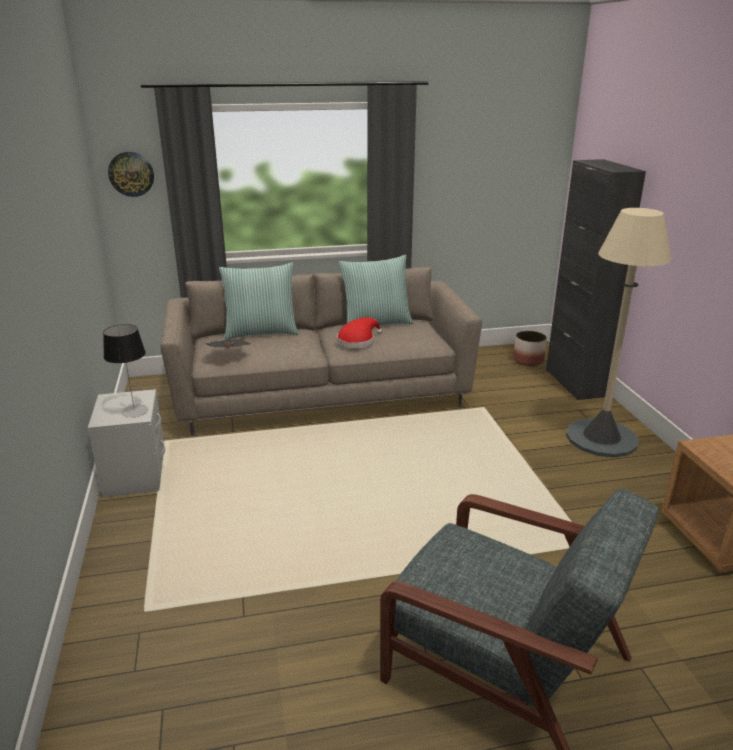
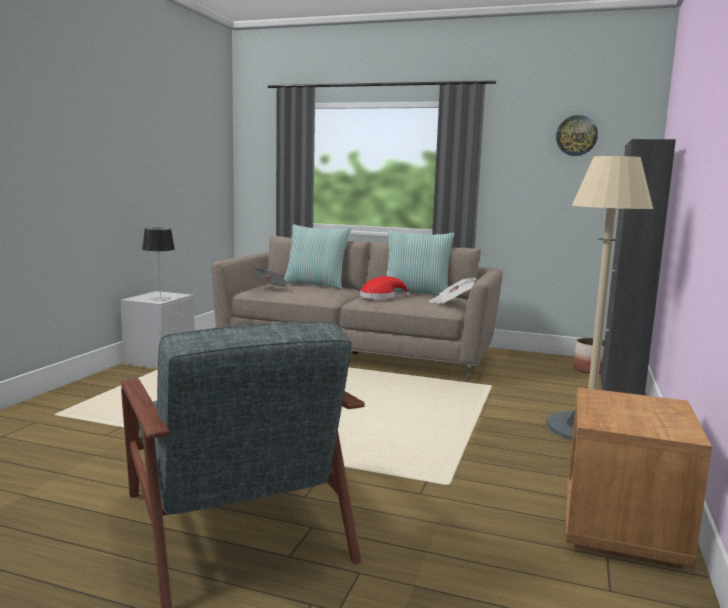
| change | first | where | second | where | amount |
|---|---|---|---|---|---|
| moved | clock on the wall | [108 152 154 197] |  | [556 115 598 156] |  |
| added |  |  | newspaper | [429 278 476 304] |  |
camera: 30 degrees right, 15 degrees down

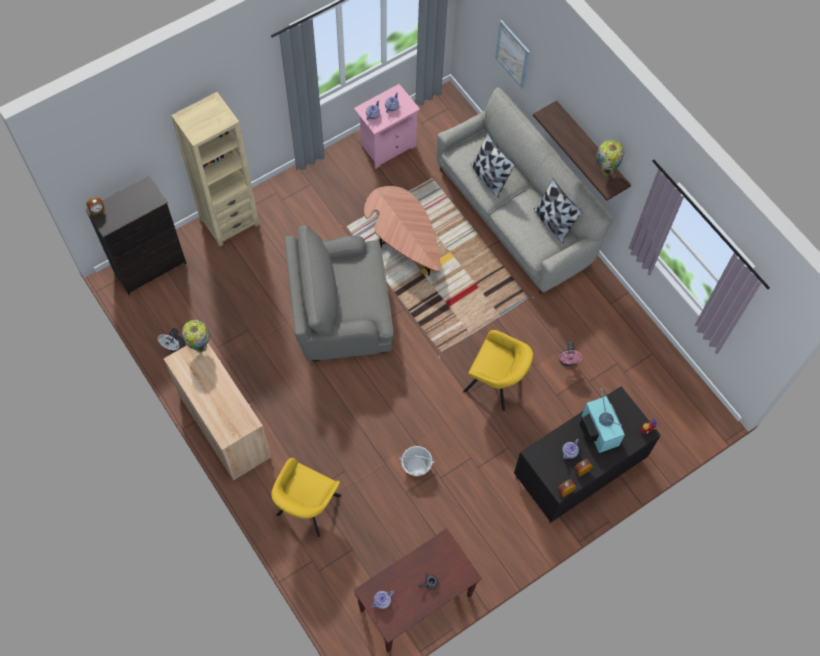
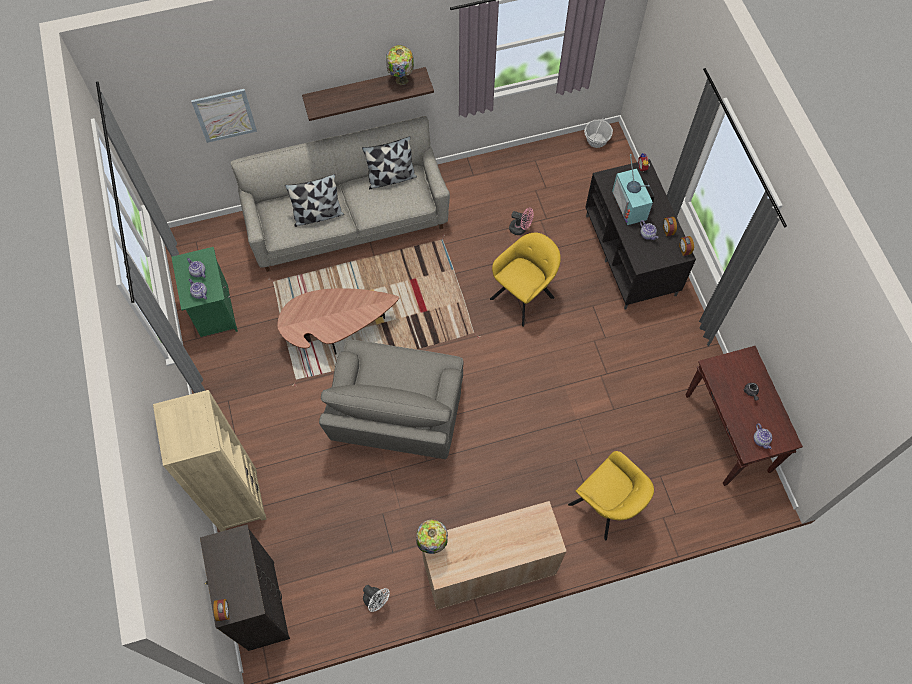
| change | first | where | second | where | amount |
|---|---|---|---|---|---|
| recoloured | nightstand (pinkish) | [354 84 420 169] | nightstand (green-coloured) | [172 247 238 337] |  |
| moved | household basket | [399 446 435 476] |  | [584 118 613 148] |  |
| turned | television | [580 388 625 453] |  | [612 154 654 225] | 105 degrees counterclockwise |
camera: 70 degrees left, 0 degrees up

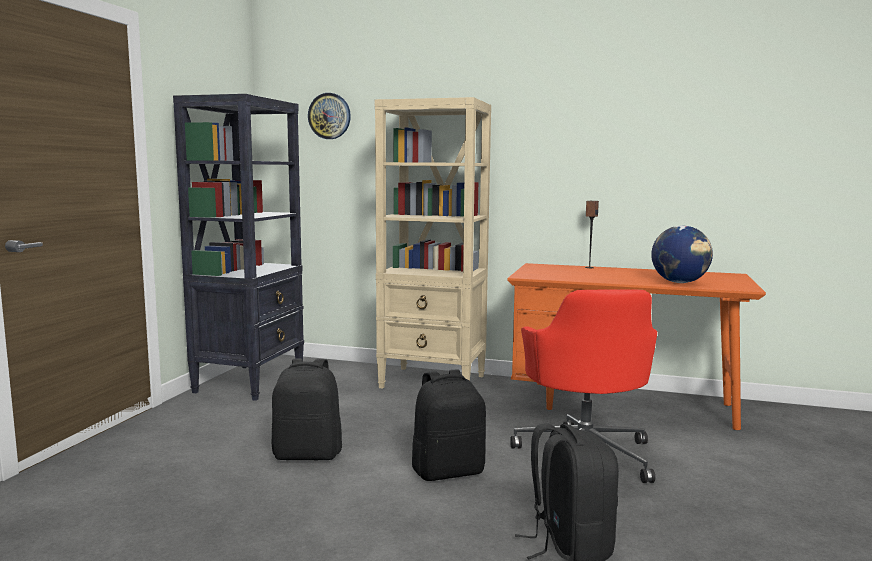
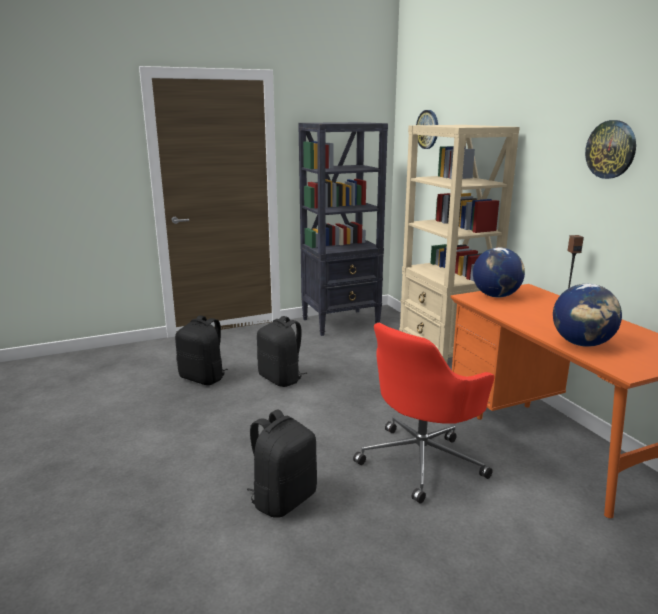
| change | first | where | second | where | amount |
|---|---|---|---|---|---|
| moved | backpack (black) | [412 369 486 481] |  | [175 315 228 385] |  |
| added |  |  | globe | [473 247 525 297] |  |
| added |  |  | clock on the wall | [585 120 636 179] |  |
camera: 50 degrees right, 10 degrees up

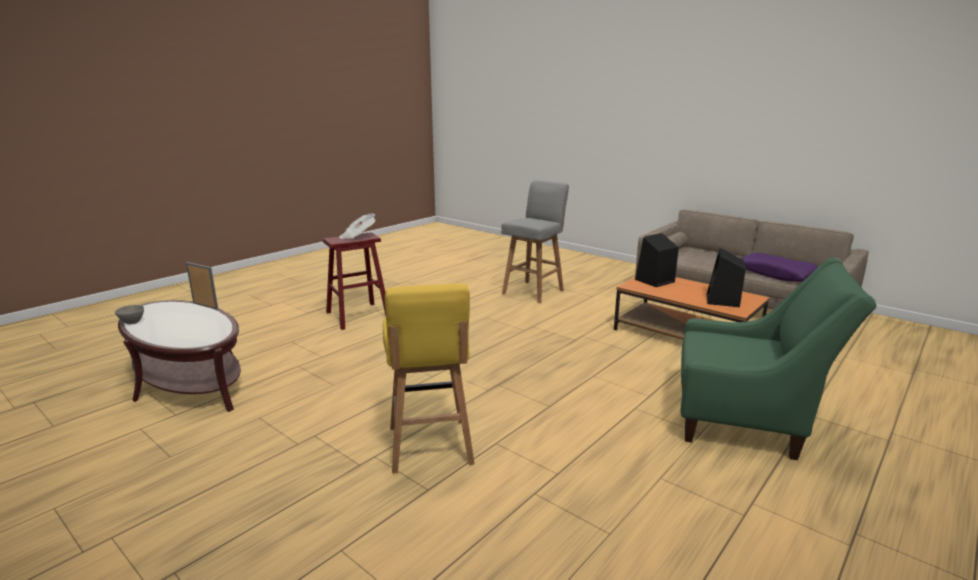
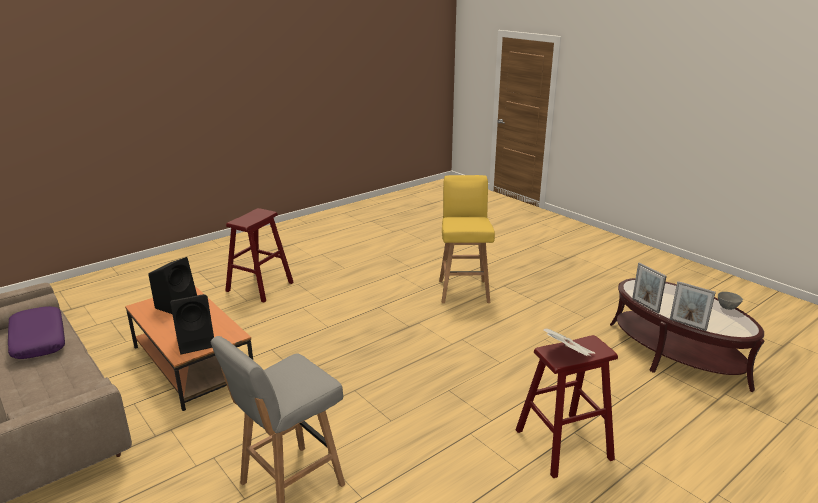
| change | first | where | second | where | amount |
|---|---|---|---|---|---|
| replaced | lounge chair (green-coloured) | [681 257 877 460] | stool (red) | [225 208 294 302] |  |
| added |  |  | photo frame | [632 262 666 313] |  |
camera: 170 degrees left, 5 degrees up

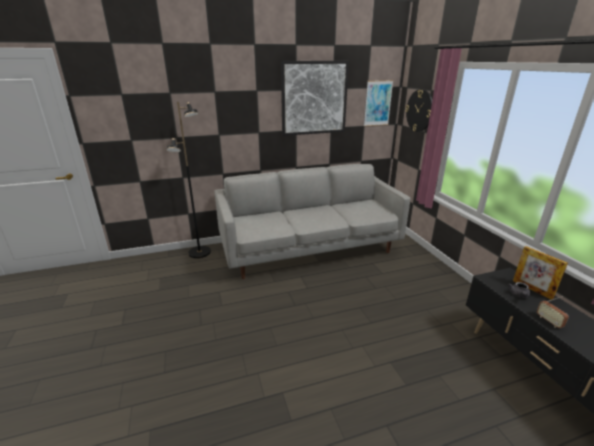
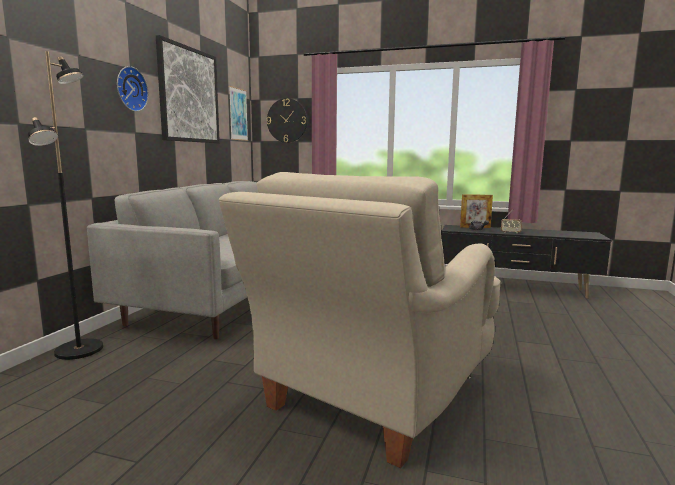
| change | first | where | second | where | amount |
|---|---|---|---|---|---|
| added |  |  | clock on the wall | [117 66 149 112] |  |
| added |  |  | lounge chair (beige-coloured) | [219 172 500 468] |  |
camera: 55 degrees left, 15 degrees down

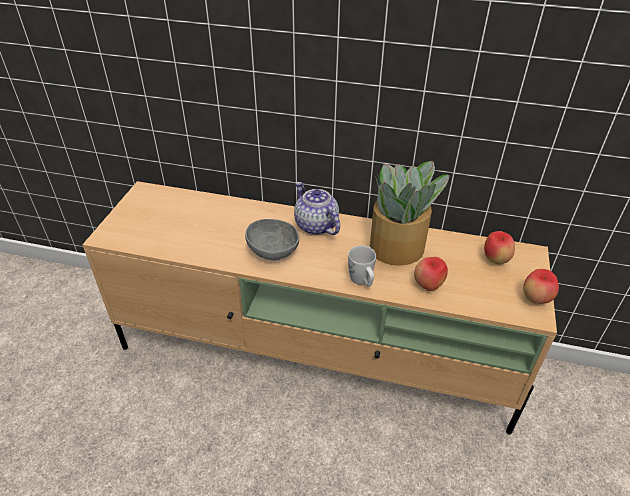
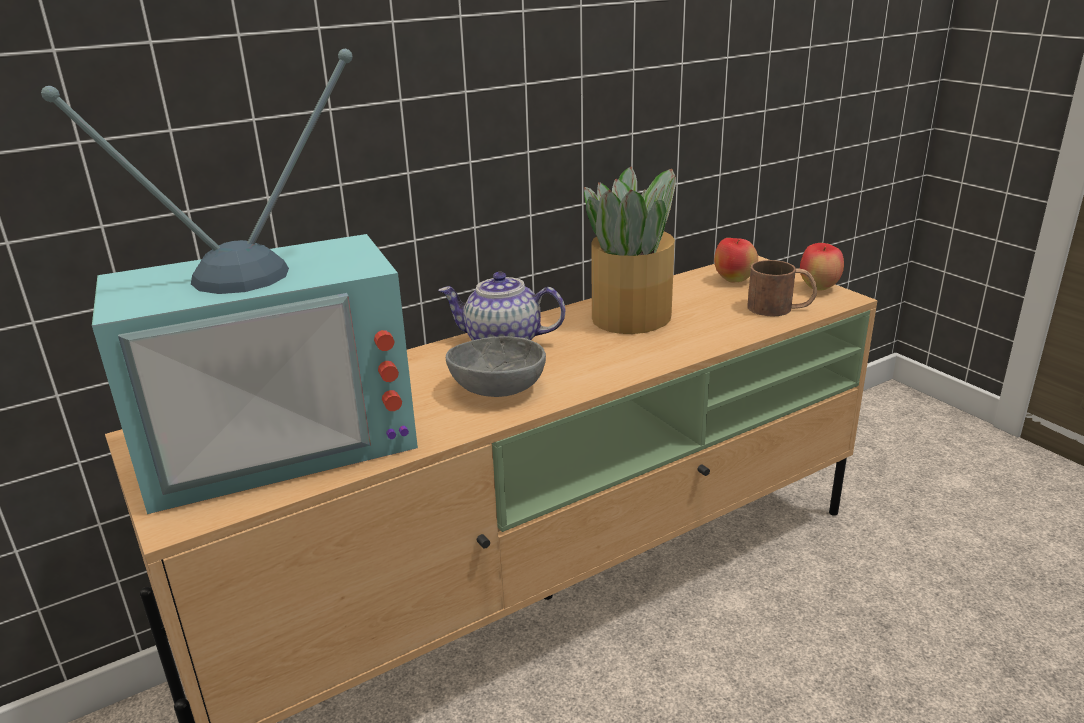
| change | first | where | second | where | amount |
|---|---|---|---|---|---|
| removed | tea mug (whitish) | [348 245 376 287] |  |  |  |
| removed | whole apple | [414 257 448 291] |  |  |  |
| added |  |  | television | [41 49 418 514] |  |
| added |  |  | tea mug (brown) | [747 260 817 317] |  |
camera: 45 degrees left, 15 degrees down

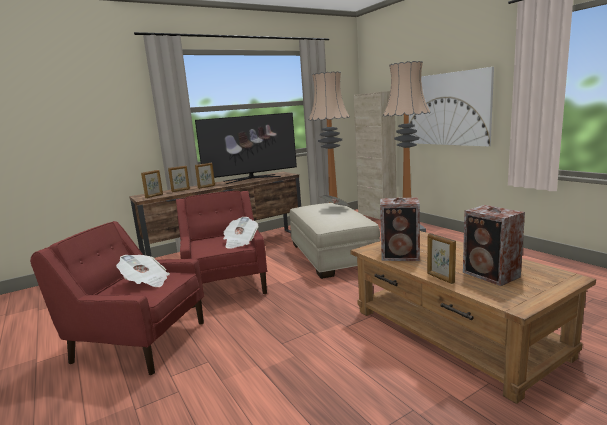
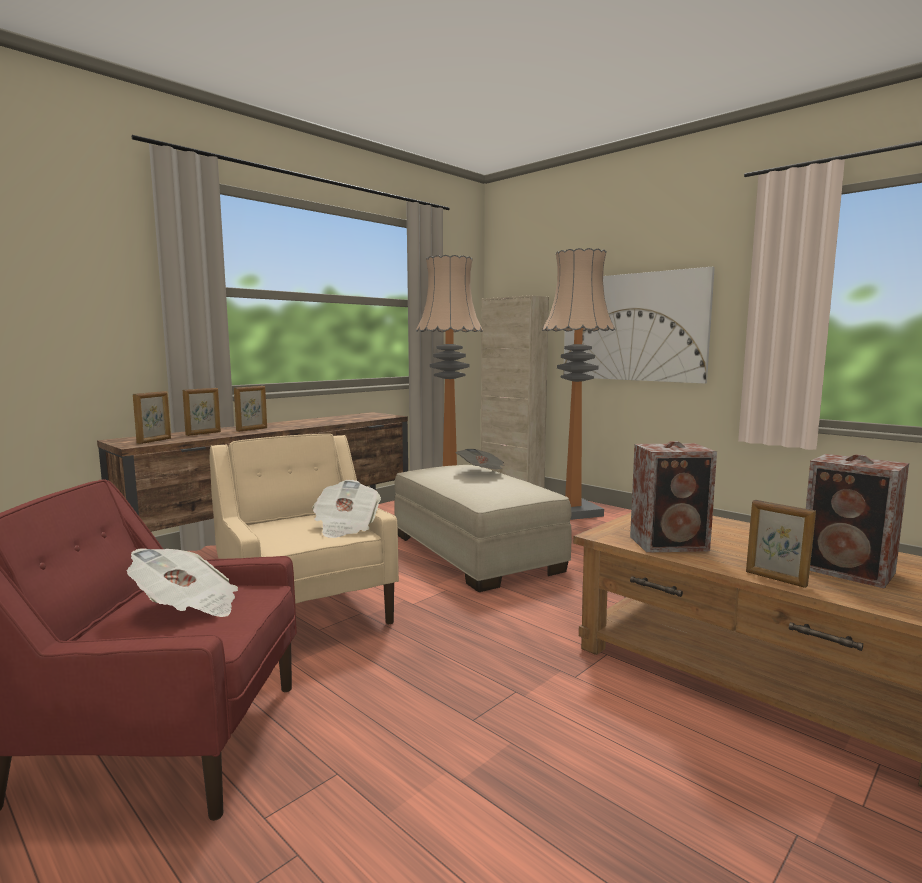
| change | first | where | second | where | amount |
|---|---|---|---|---|---|
| recoloured | lounge chair (red) | [176 191 267 308] | lounge chair (beige-coloured) | [209 434 399 624] |  |
| removed | television | [195 113 297 184] |  |  |  |
camera: 15 degrees left, 5 degrees down

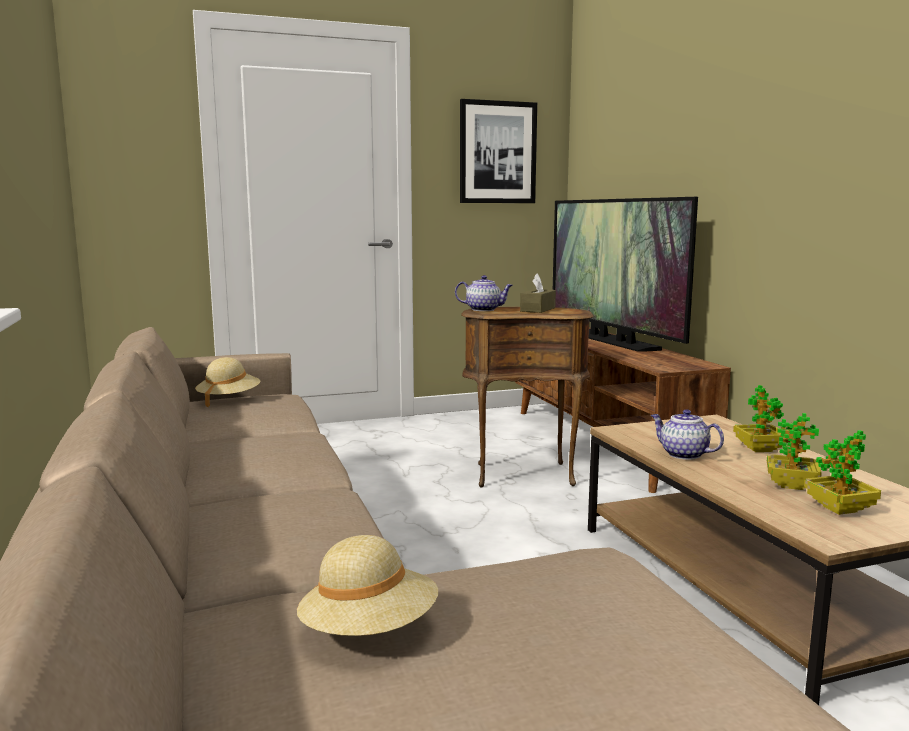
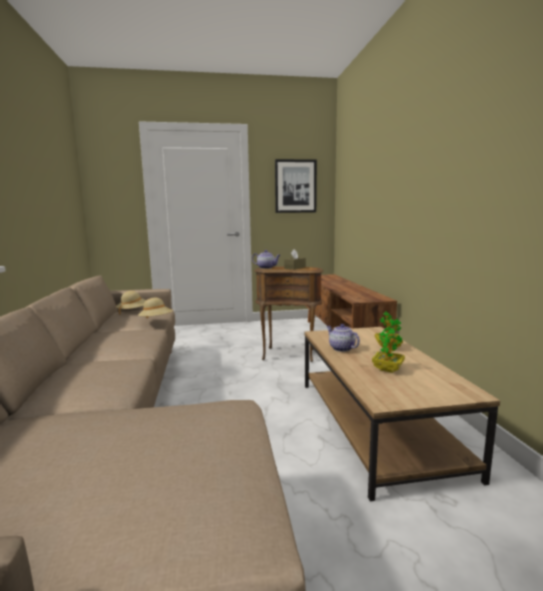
| change | first | where | second | where | amount |
|---|---|---|---|---|---|
| moved | hat (beige-coloured) | [297 535 438 636] |  | [138 298 173 318] |  |
| removed | television | [553 197 698 352] |  |  |  |
| removed | plant in a pot | [805 430 881 515] |  |  |  |
camera: 10 degrees right, 0 degrees up

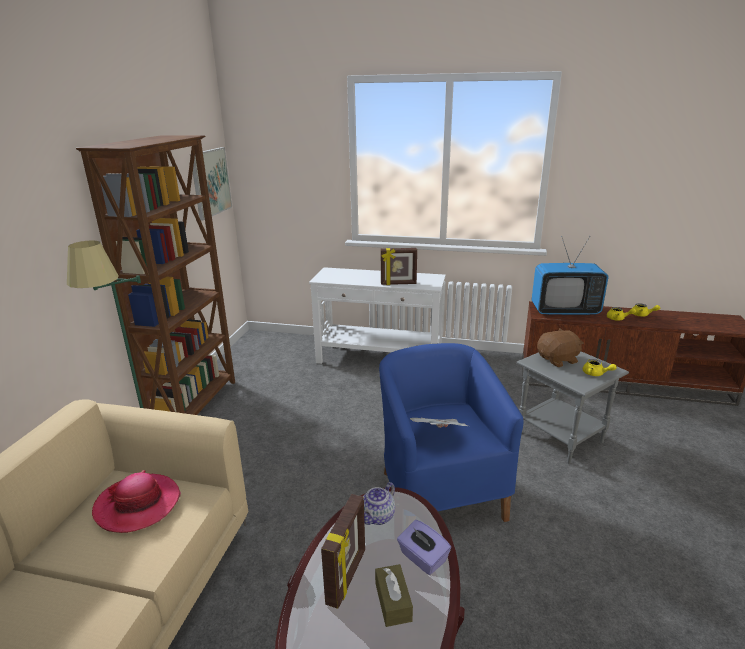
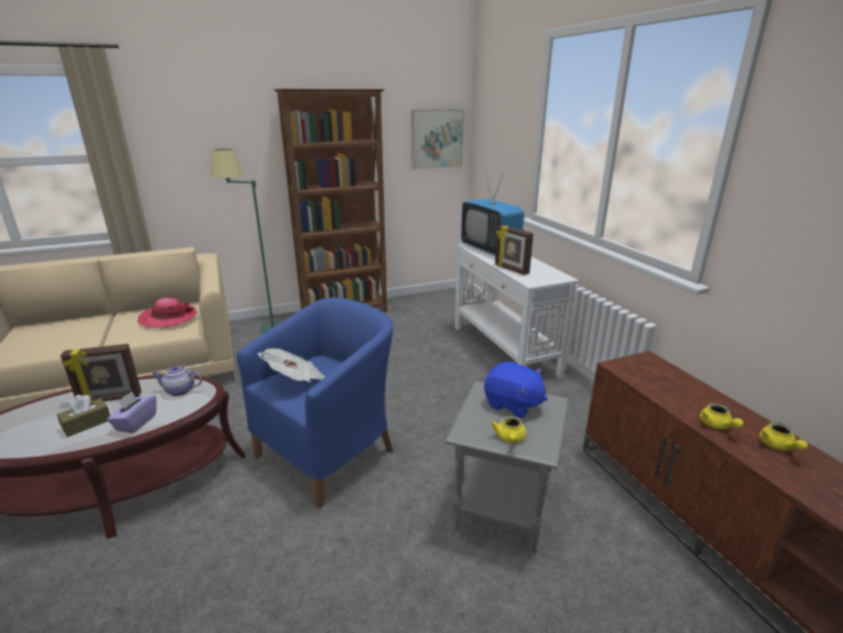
| change | first | where | second | where | amount |
|---|---|---|---|---|---|
| moved | television | [532 236 608 315] |  | [461 169 524 256] |  |
| recoloured | soft toy (brown) | [537 328 583 367] | soft toy (bluish) | [484 361 547 418] |  |
camera: 55 degrees right, 0 degrees up

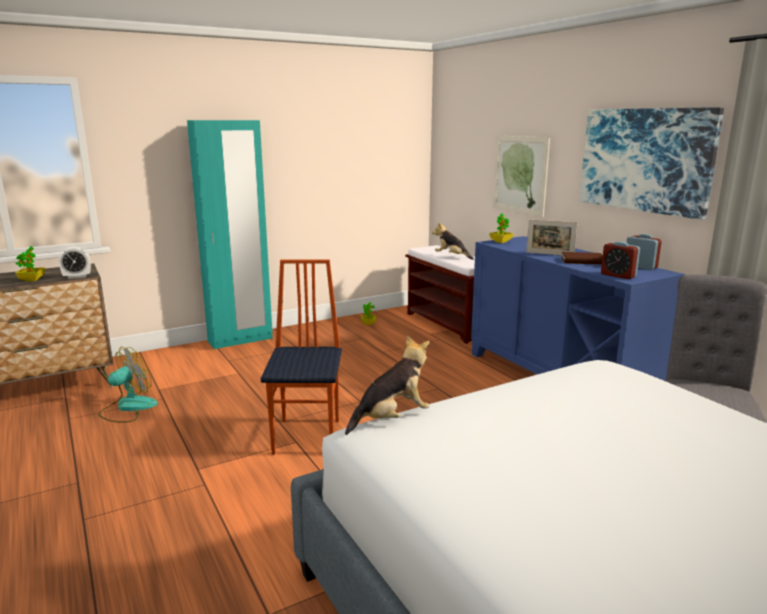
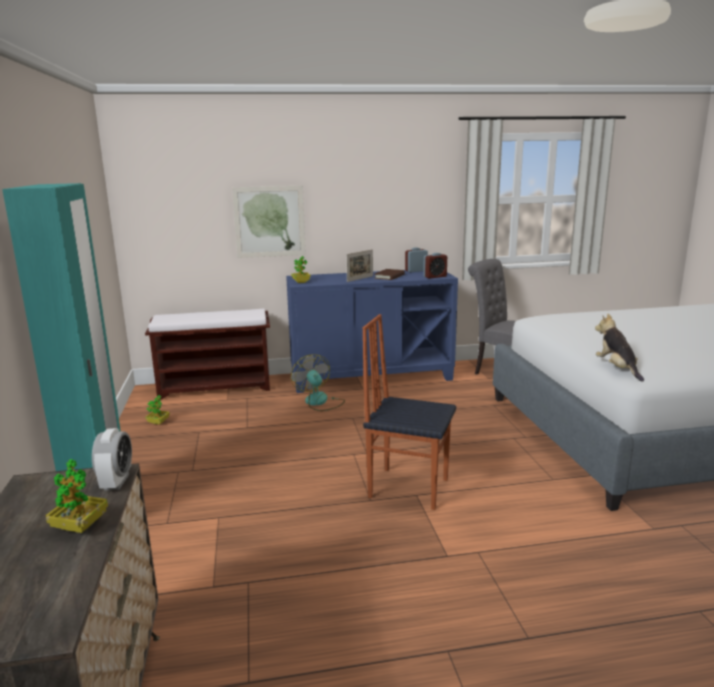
| change | first | where | second | where | amount |
|---|---|---|---|---|---|
| moved | fan | [98 347 158 422] |  | [291 355 345 411] |  |
| removed | soft toy | [432 222 474 260] |  |  |  |
| removed | wall picture | [579 107 724 220] |  |  |  |
camera: 70 degrees left, 0 degrees up

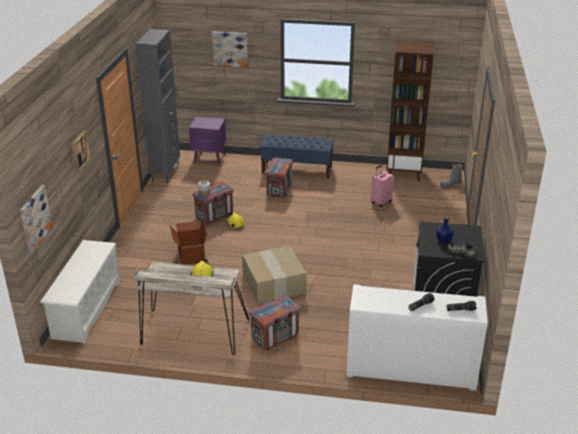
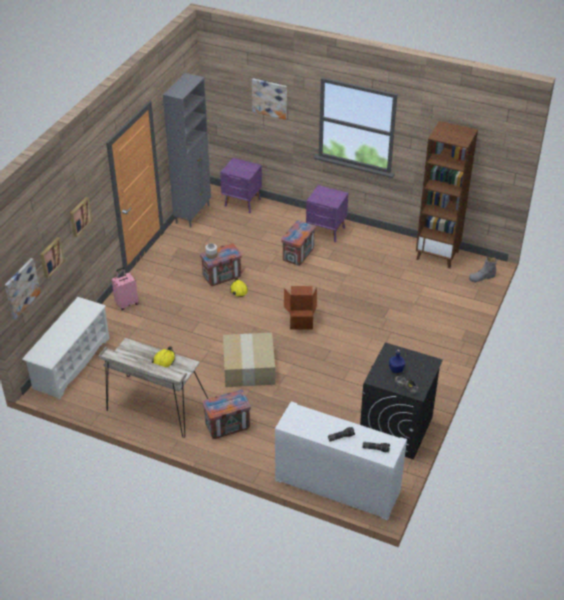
| change | first | where | second | where | amount |
|---|---|---|---|---|---|
| moved | packing box | [170 219 207 265] |  | [284 286 317 330] |  |
| replaced | indoor bench (bluish) | [260 134 334 178] | nightstand (purple-coloured) | [306 185 348 242] |  |
| moved | travel case (pinkish) | [371 165 394 207] |  | [112 268 139 310] |  |
| added |  |  | wall picture | [40 237 65 279] |  |
camera: 15 degrees right, 10 degrees up

